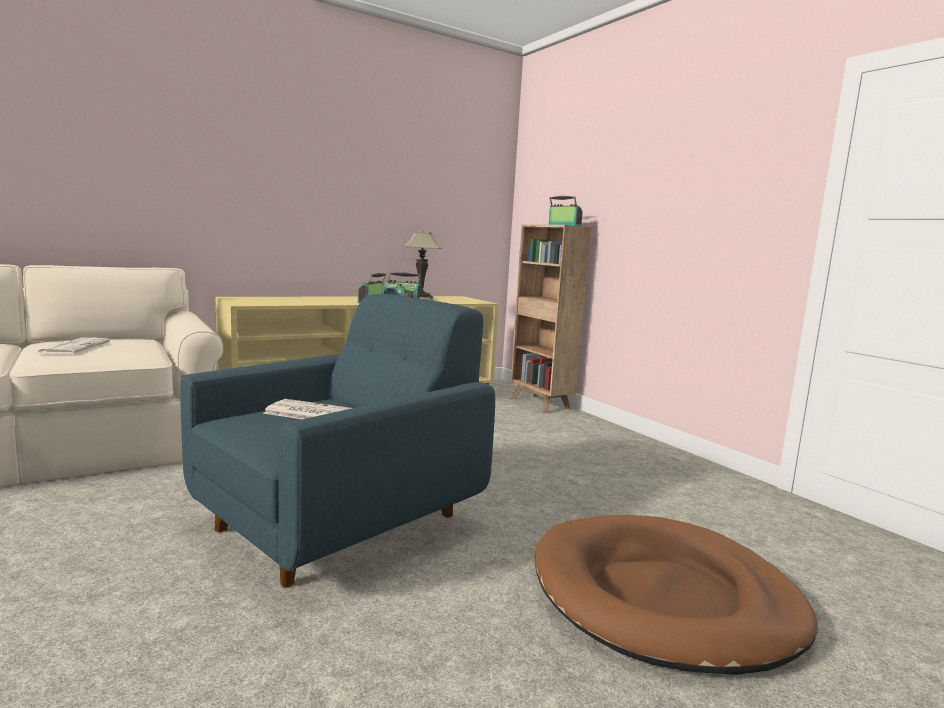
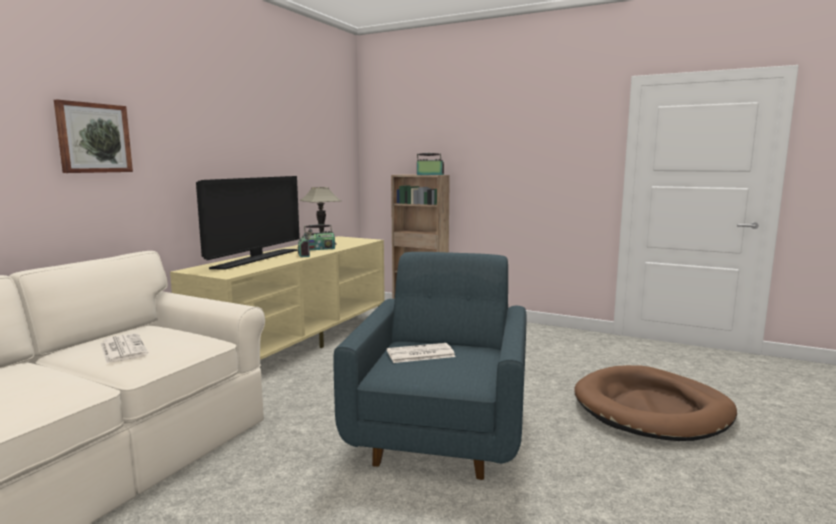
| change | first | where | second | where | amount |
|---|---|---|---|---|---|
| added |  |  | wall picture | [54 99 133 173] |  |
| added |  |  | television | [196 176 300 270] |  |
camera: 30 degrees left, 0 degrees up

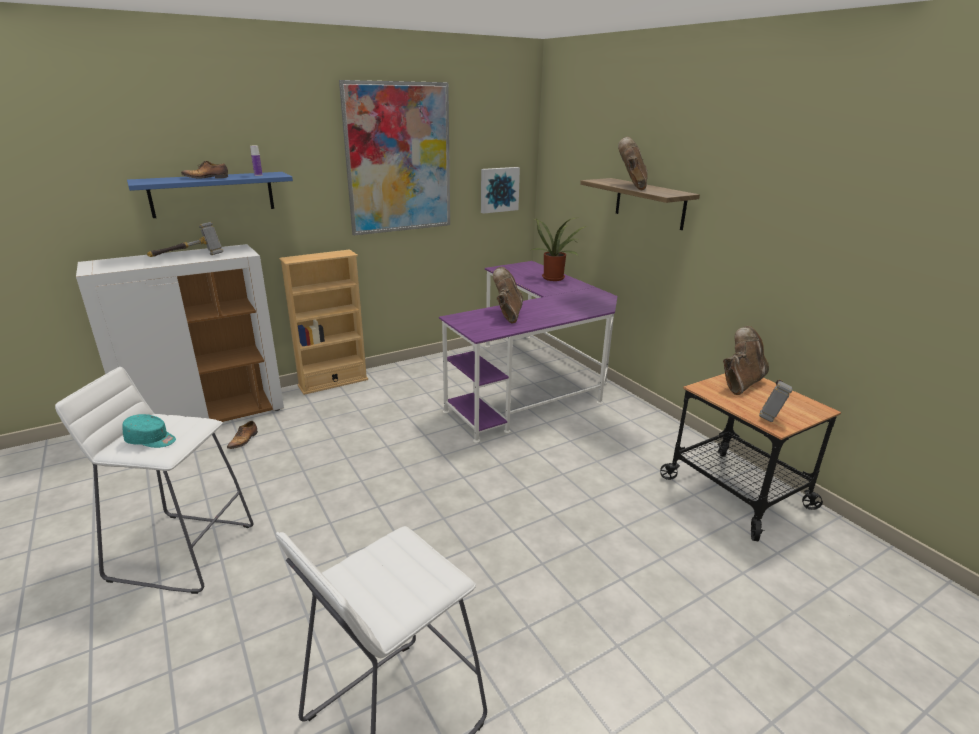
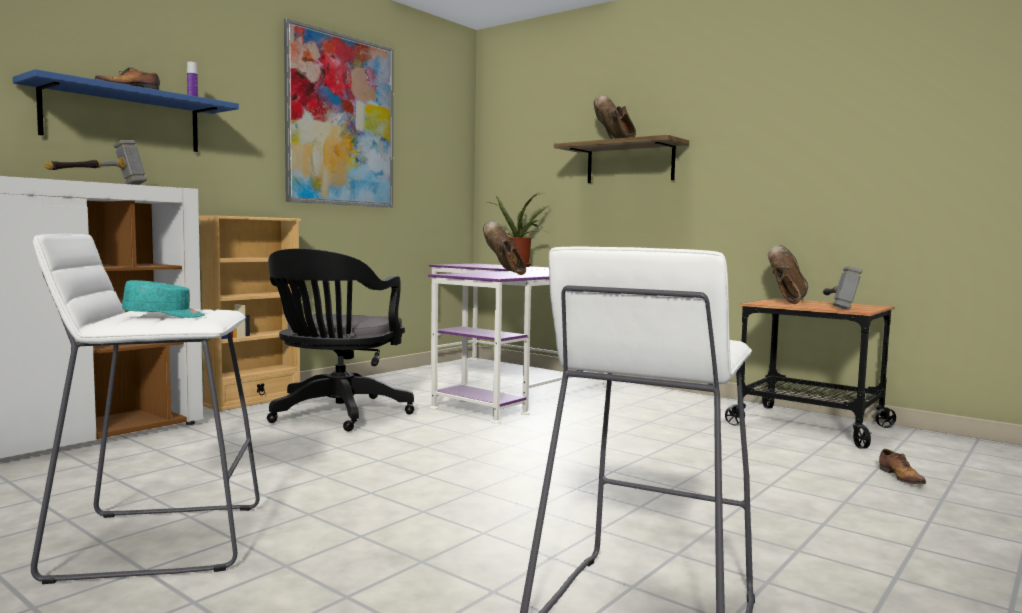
| change | first | where | second | where | amount |
|---|---|---|---|---|---|
| moved | item of footwear | [227 421 258 449] |  | [879 449 926 484] |  |
| removed | wall picture | [481 167 520 214] |  |  |  |
| added |  |  | office chair (black) | [267 248 414 431] |  |
camera: 20 degrees left, 20 degrees down

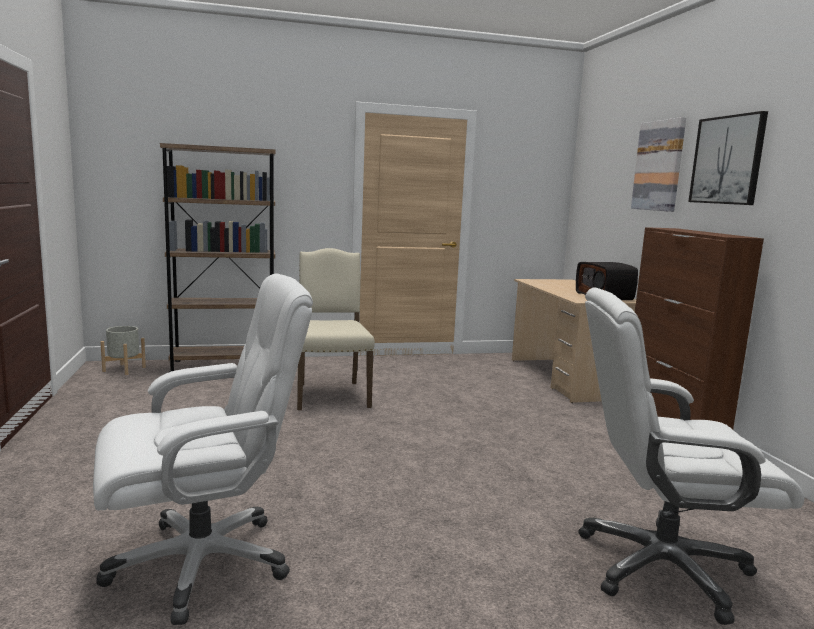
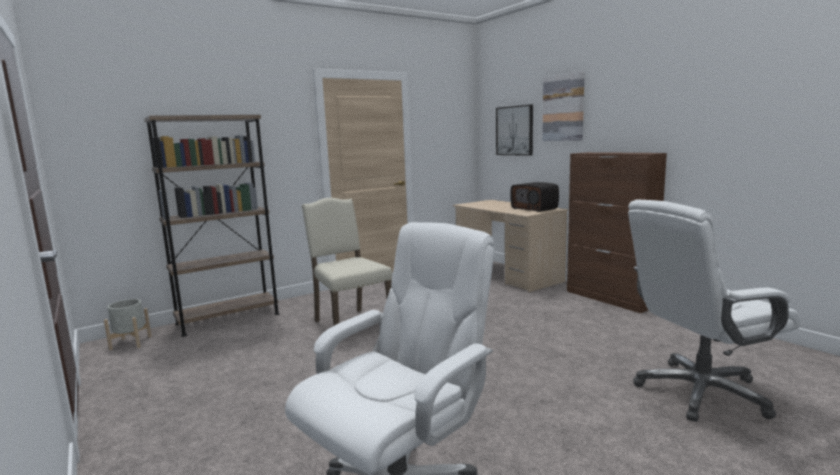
| change | first | where | second | where | amount |
|---|---|---|---|---|---|
| moved | wall picture | [688 111 768 205] |  | [496 105 533 156] |  |
camera: 20 degrees left, 0 degrees up

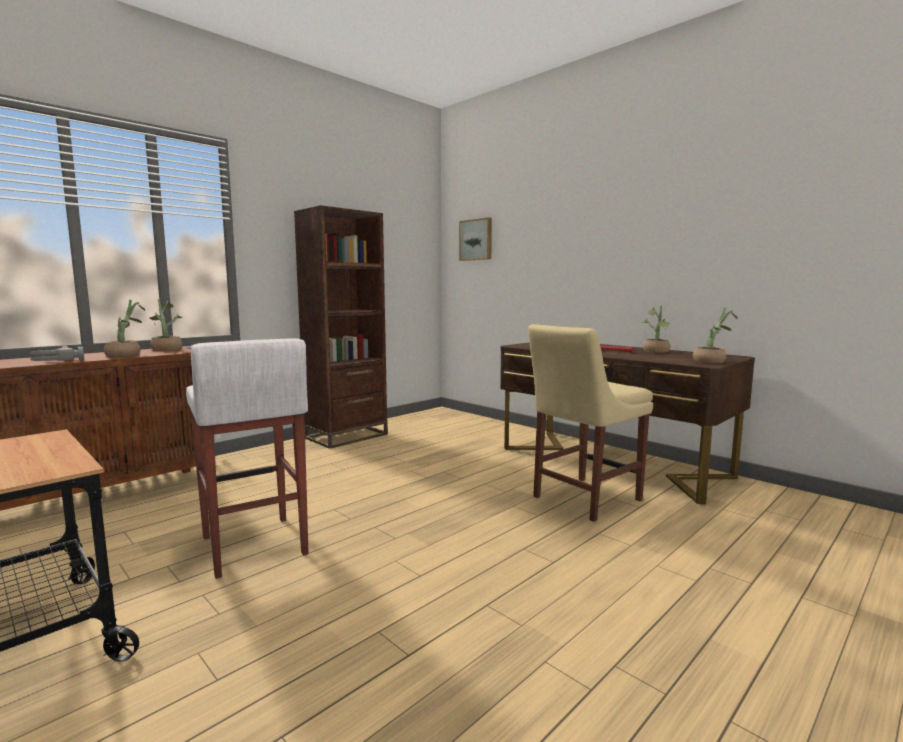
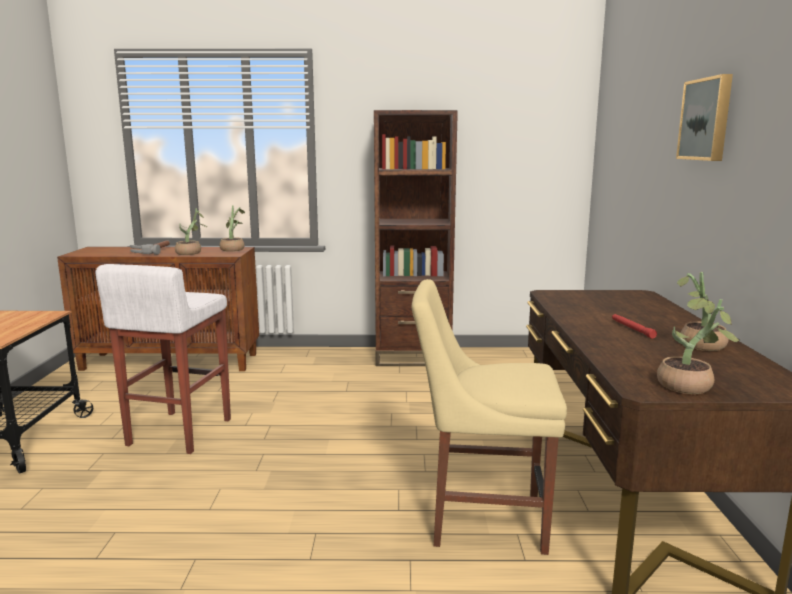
| change | first | where | second | where | amount |
|---|---|---|---|---|---|
| moved | wall picture | [459 217 492 261] |  | [676 74 733 161] |  |
camera: 45 degrees right, 5 degrees up

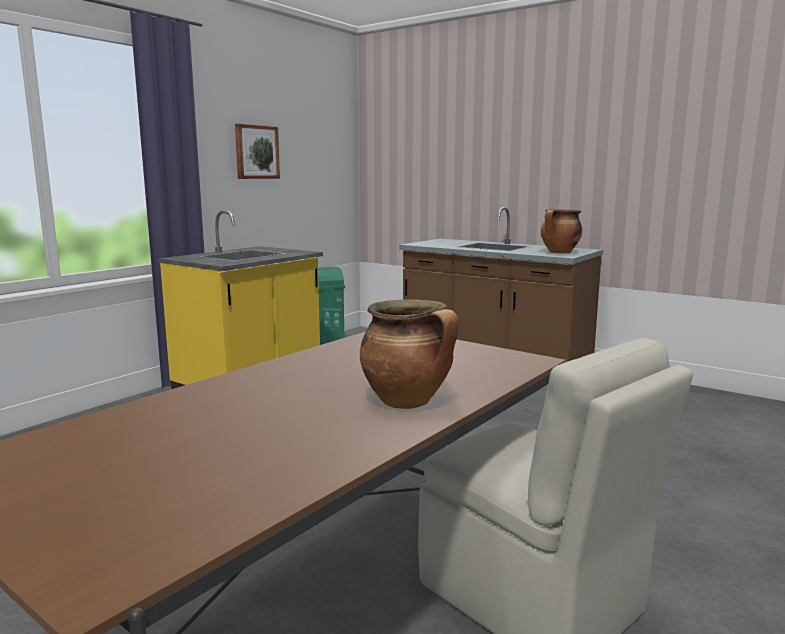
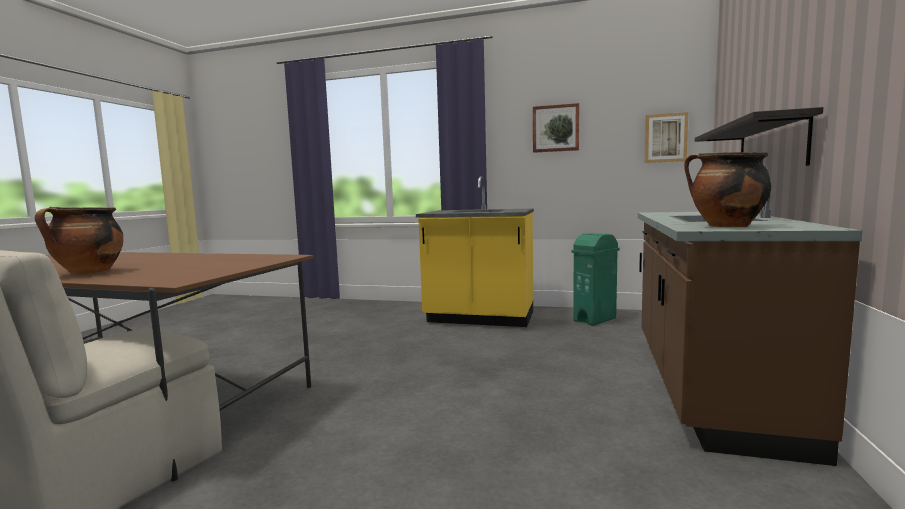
| change | first | where | second | where | amount |
|---|---|---|---|---|---|
| added |  |  | wall picture | [645 112 688 163] |  |
| added |  |  | wall shelf | [695 107 823 166] |  |
camera: 70 degrees right, 5 degrees down

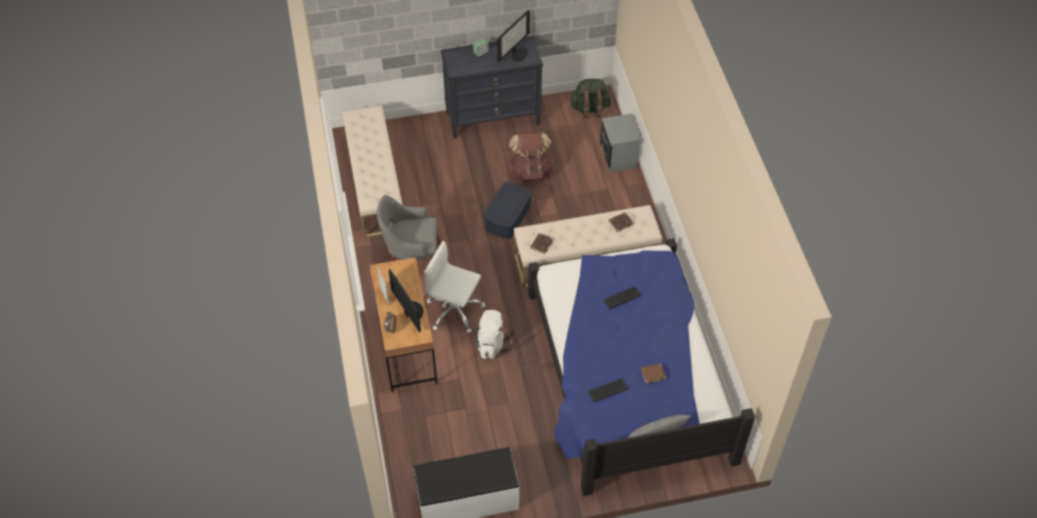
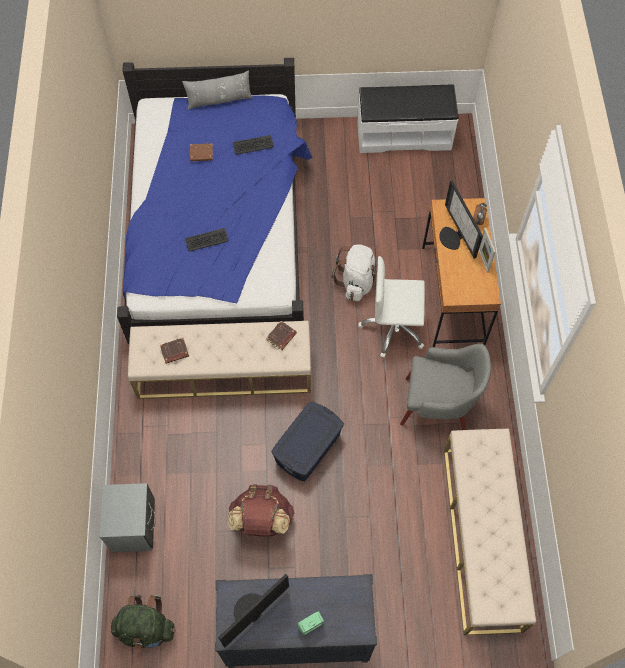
| change | first | where | second | where | amount |
|---|---|---|---|---|---|
| turned | office chair (whitish) | [424 241 485 333] |  | [358 256 425 358] | 150 degrees clockwise |
camera: 170 degrees left, 10 degrees up

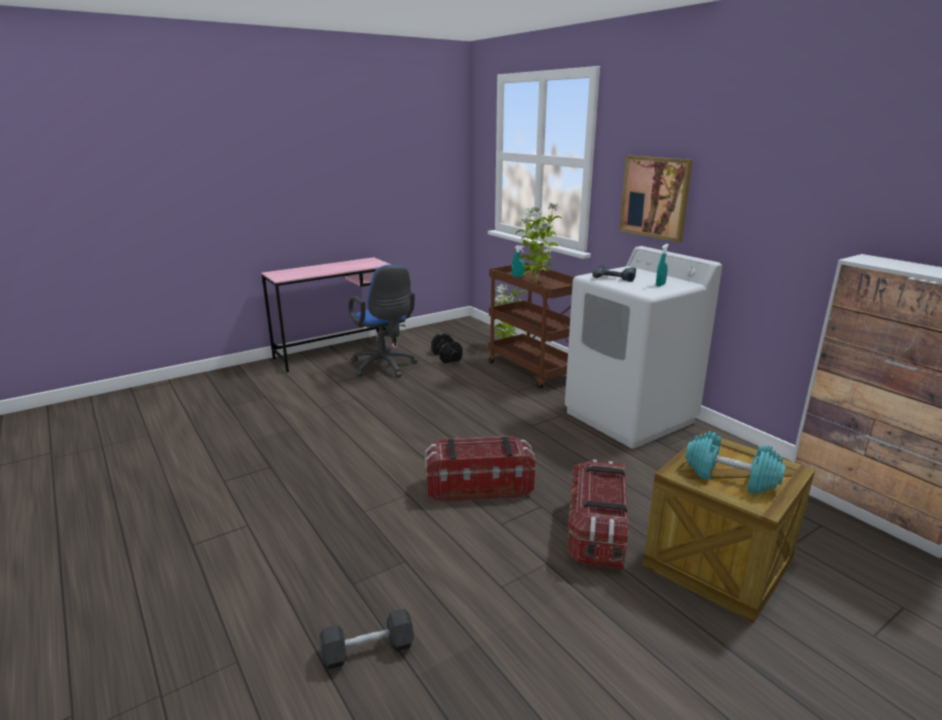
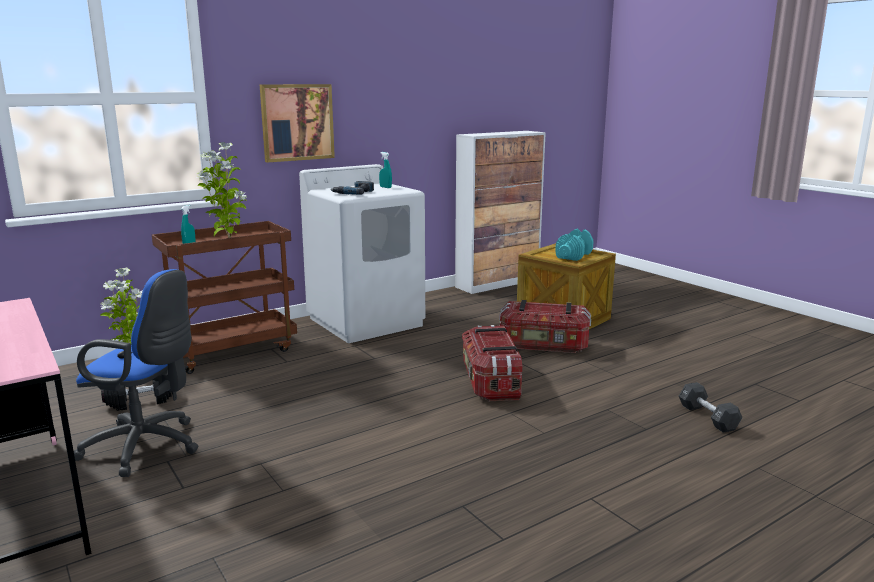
| change | first | where | second | where | amount |
|---|---|---|---|---|---|
| turned | office chair (bluish) | [349 264 418 378] |  | [74 269 199 477] | 45 degrees clockwise |
camera: 90 degrees left, 5 degrees down

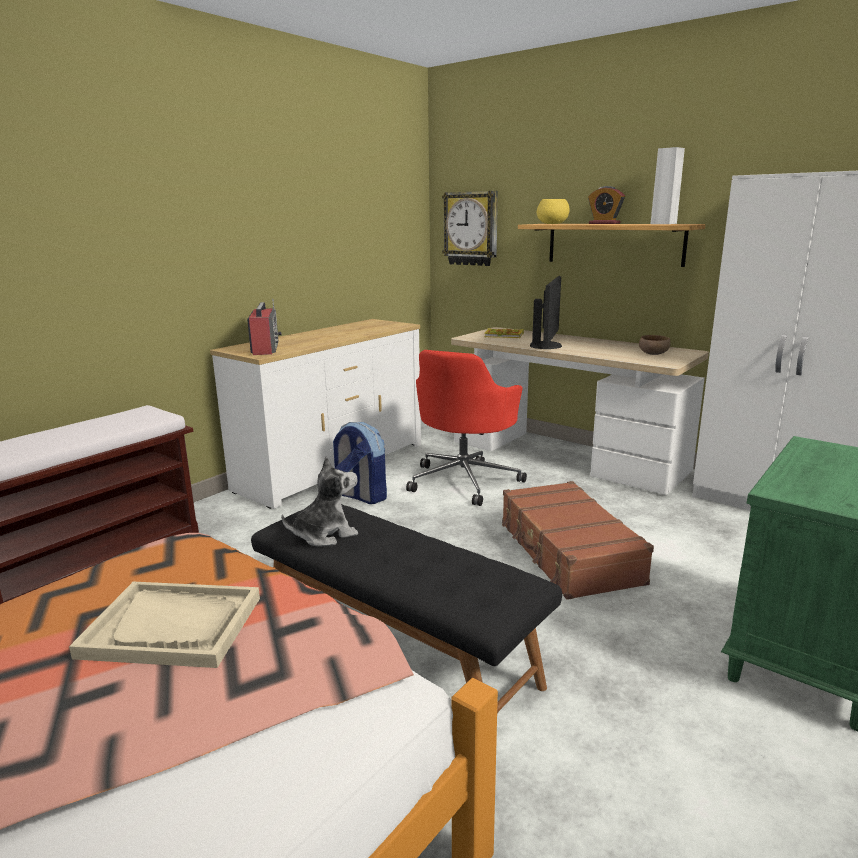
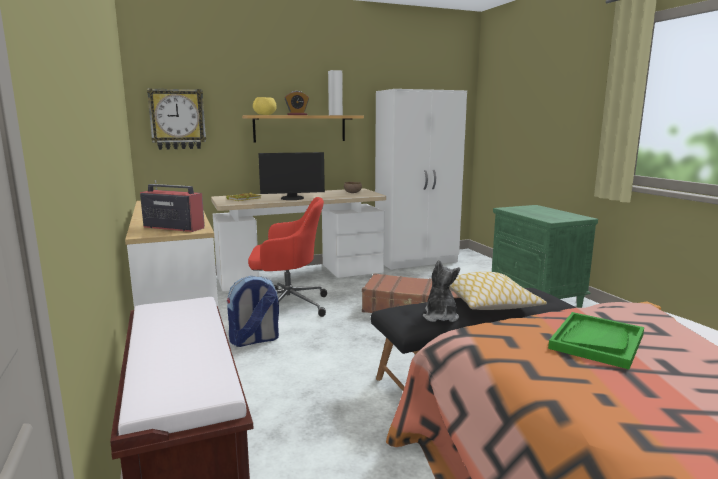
| change | first | where | second | where | amount |
|---|---|---|---|---|---|
| recoloured | serving tray (beige-coloured) | [69 582 260 668] | serving tray (green-coloured) | [548 312 644 369] |  |
| turned | office chair (red) | [406 350 527 506] |  | [248 197 327 317] | 60 degrees counterclockwise |
| turned | computer screen | [530 276 562 349] |  | [258 152 325 200] | 120 degrees clockwise |
| added |  |  | throw pillow | [449 272 547 310] |  |
camera: 60 degrees left, 5 degrees down

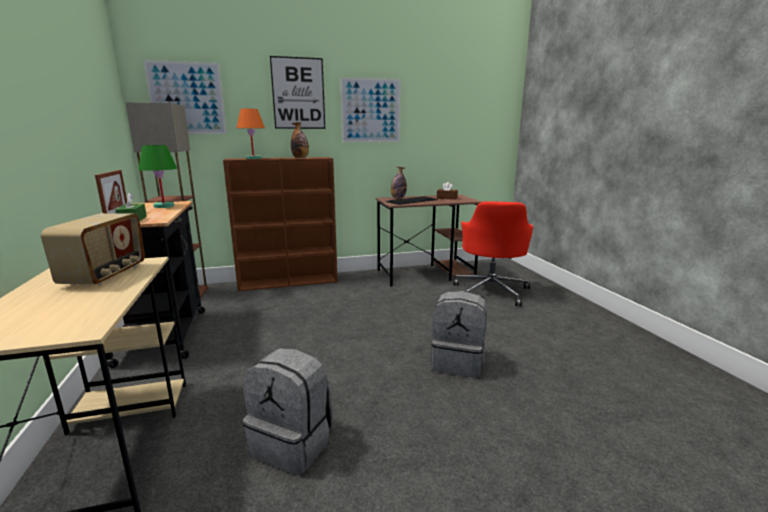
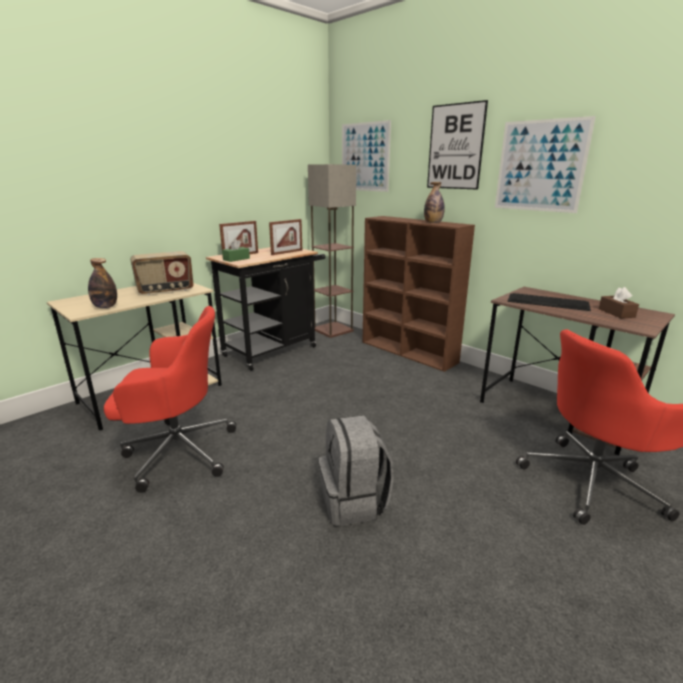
| change | first | where | second | where | amount |
|---|---|---|---|---|---|
| replaced | table lamp (green-coloured) | [138 145 177 208] | photo frame | [269 219 302 255] |  |
| removed | table lamp (orangey) | [237 109 265 159] |  |  |  |
| replaced | backpack (grey) | [243 348 333 475] | office chair (red) | [104 306 237 493] |  |
| moved | drink bottle | [391 167 407 198] |  | [88 258 117 308] |  |
camera: 60 degrees right, 5 degrees up

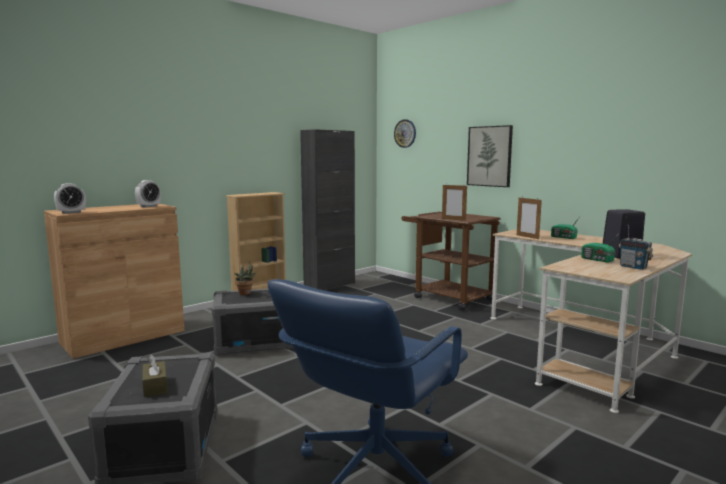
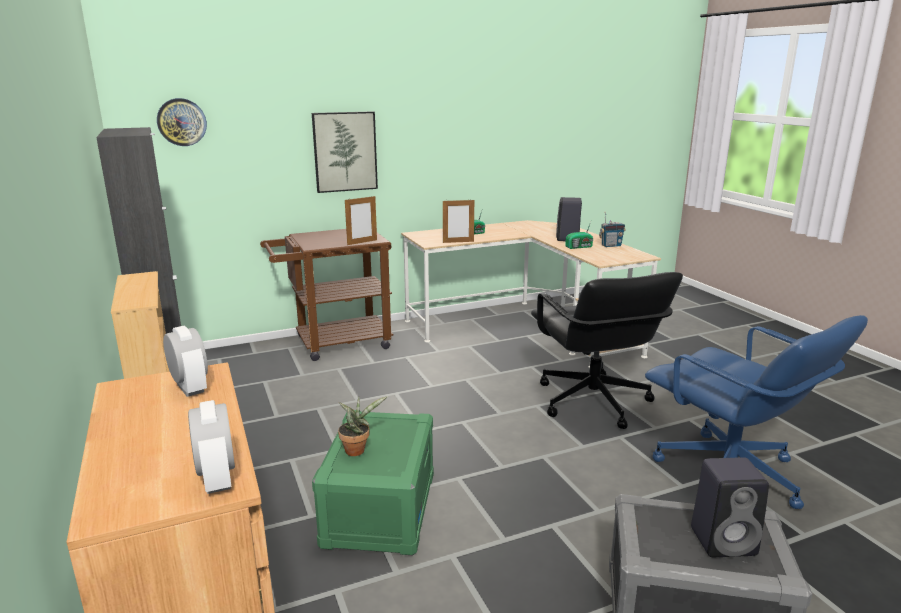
| change | first | where | second | where | amount |
|---|---|---|---|---|---|
| replaced | tissue box (brown) | [142 354 168 397] | speaker (black) | [691 457 769 557] |  |
| recoloured | storage bin (grey) | [212 289 294 356] | storage bin (green-coloured) | [312 410 434 555] |  |
| added |  |  | office chair (black) | [531 272 683 429] |  |
camera: 70 degrees left, 10 degrees up

